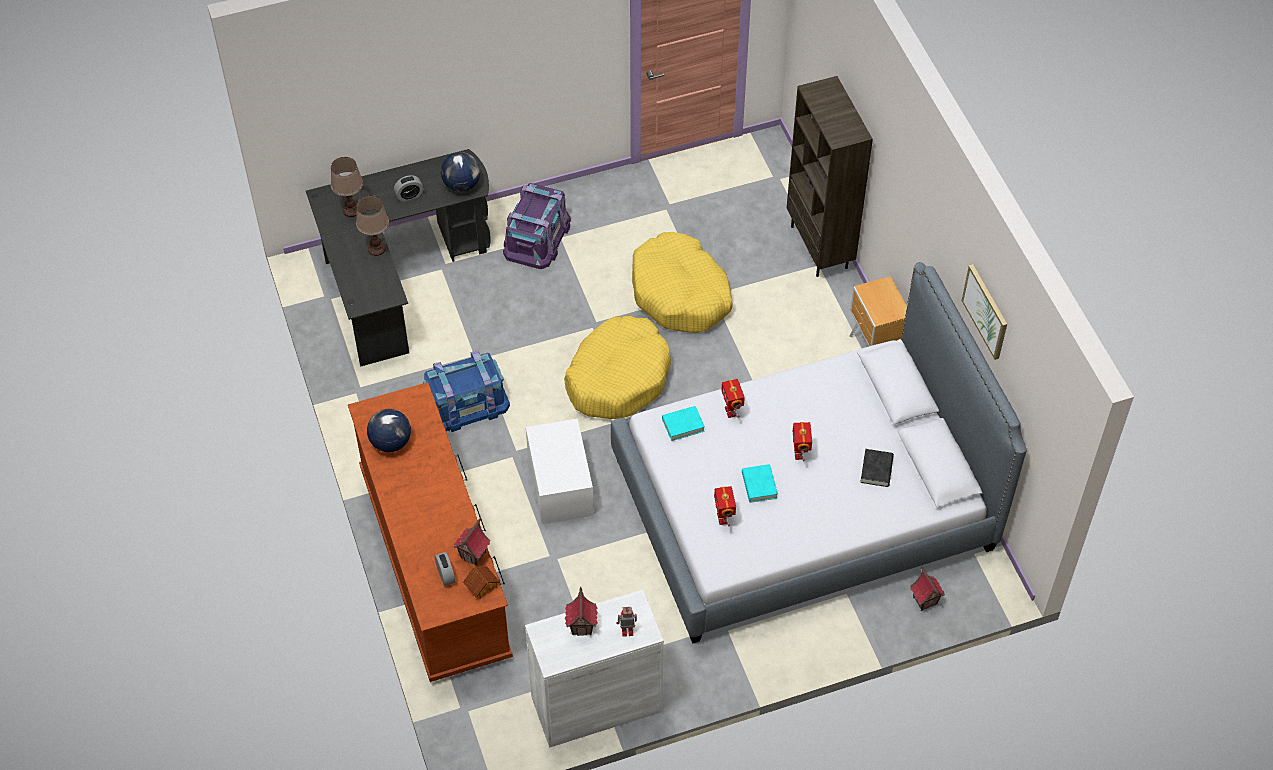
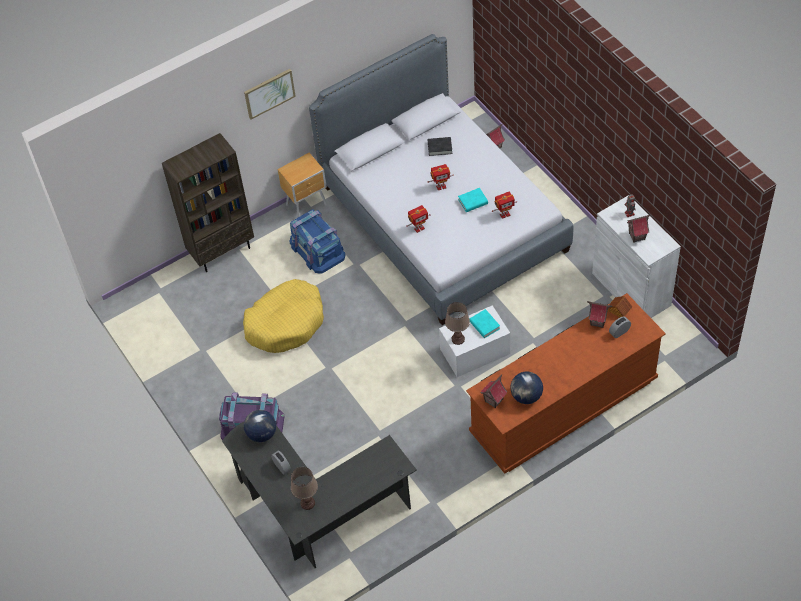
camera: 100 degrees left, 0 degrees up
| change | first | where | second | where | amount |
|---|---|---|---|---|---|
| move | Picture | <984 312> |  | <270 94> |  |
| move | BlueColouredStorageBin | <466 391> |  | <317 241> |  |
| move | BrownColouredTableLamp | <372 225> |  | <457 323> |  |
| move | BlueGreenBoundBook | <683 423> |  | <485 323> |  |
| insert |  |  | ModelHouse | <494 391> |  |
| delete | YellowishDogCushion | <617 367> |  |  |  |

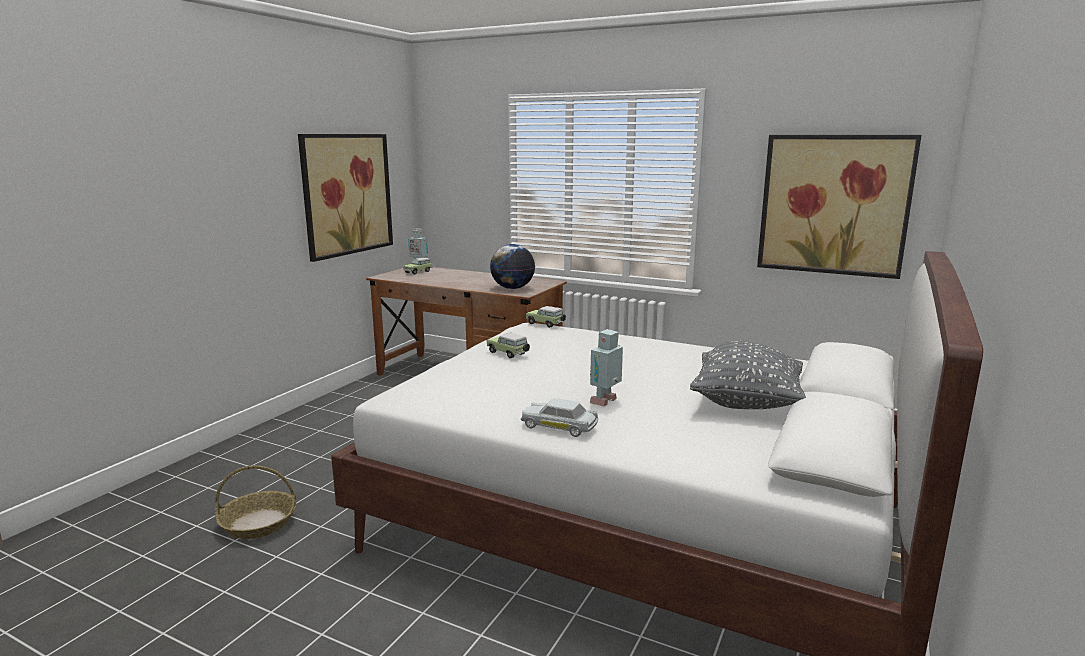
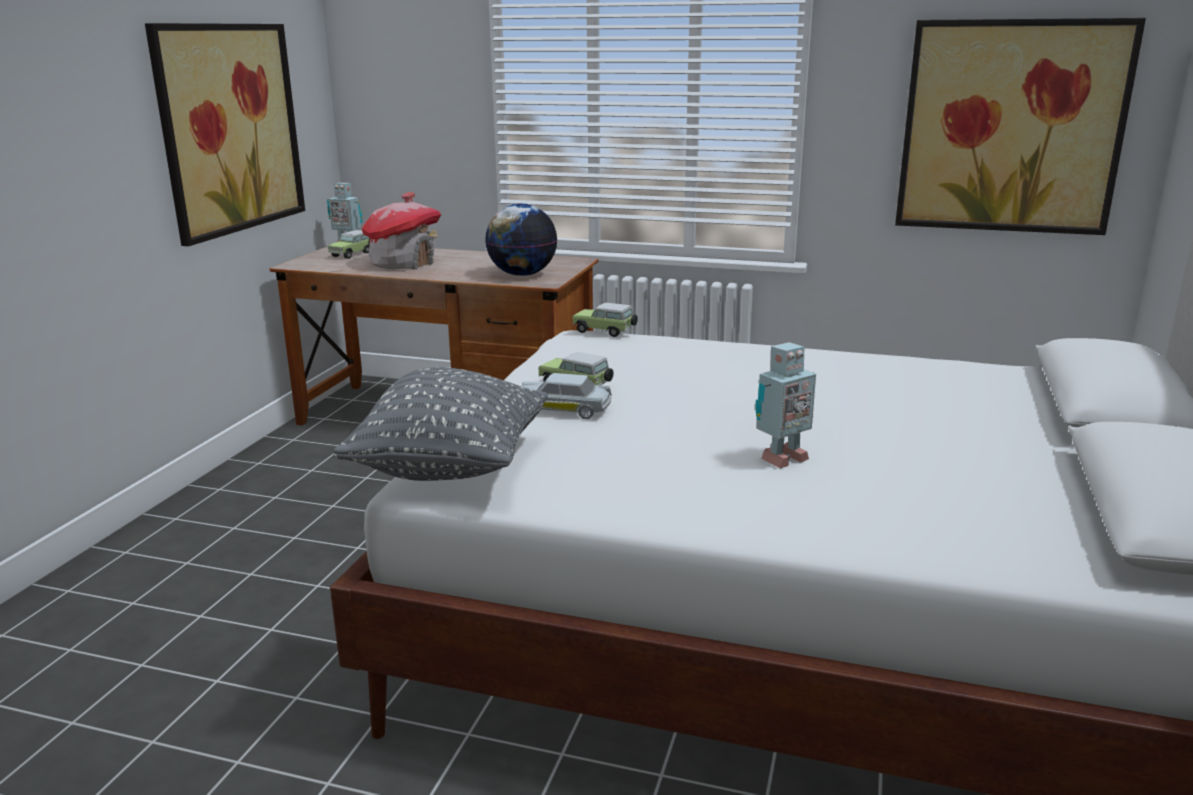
camera: 10 degrees left, 5 degrees up
| change | first | where | second | where | amount |
|---|---|---|---|---|---|
| move | GreyishCushion | <748 375> |  | <440 424> |  |
| insert |  |  | ModelHouse | <401 231> |  |
| move | WhiteColouredToyCar | <559 417> |  | <566 396> |  |
| rotate | ModelRobot | <606 368> |  | <785 405> | 150 degrees counterclockwise |
| delete | StorageBasket | <255 502> |  |  |  |

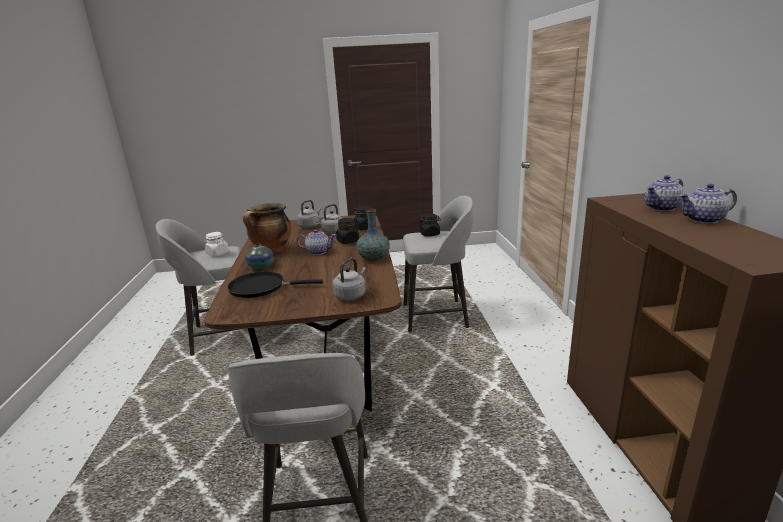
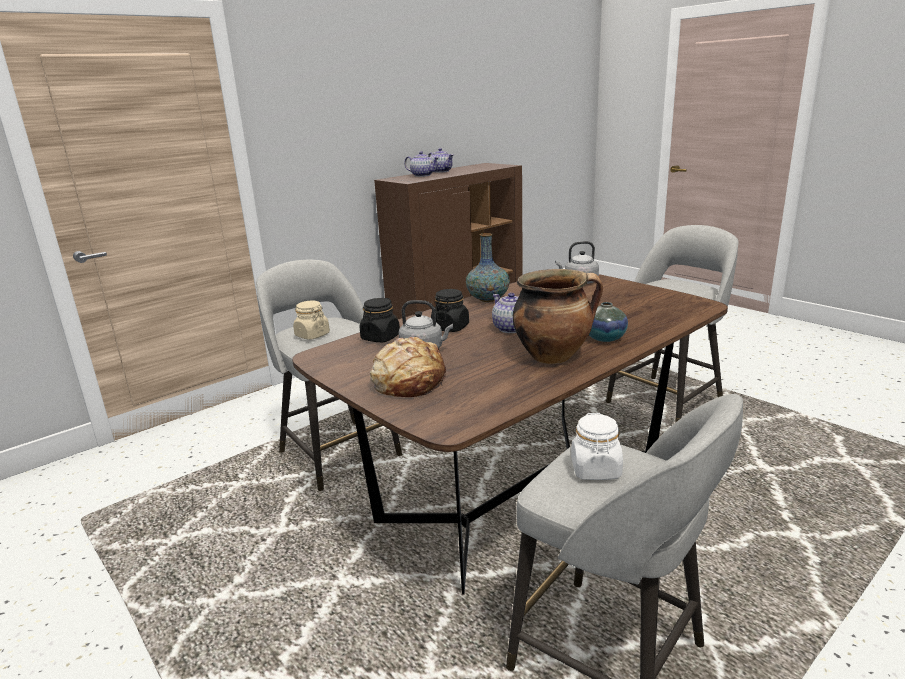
camera: 125 degrees left, 0 degrees up
| change | first | where | second | where | amount |
|---|---|---|---|---|---|
| recolor | BlackishPreserveJar | <430 225> | BeigePreserveJar | <311 320> |  |
| replace | GreyishKettle | <309 214> | BakeryBread | <408 367> |  |
| delete | BlackishSkillet | <275 284> |  |  |  |

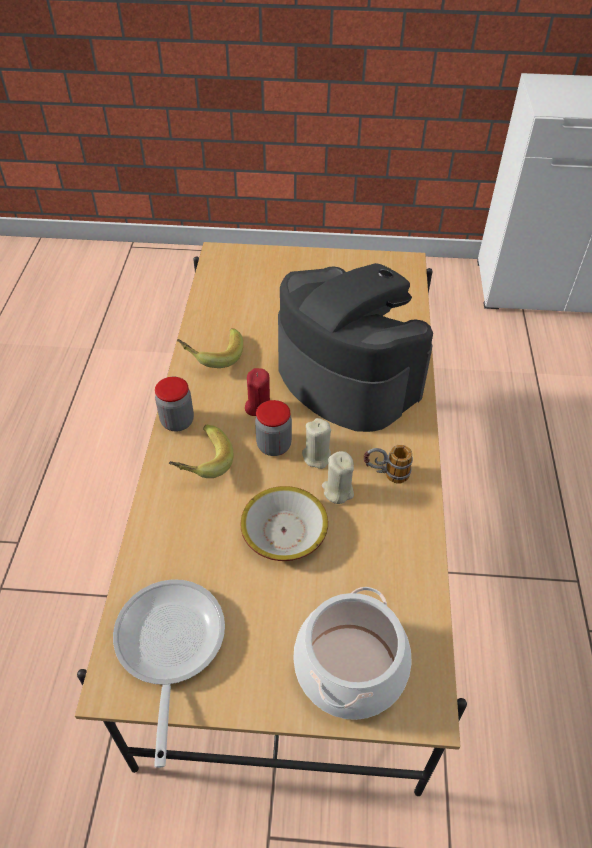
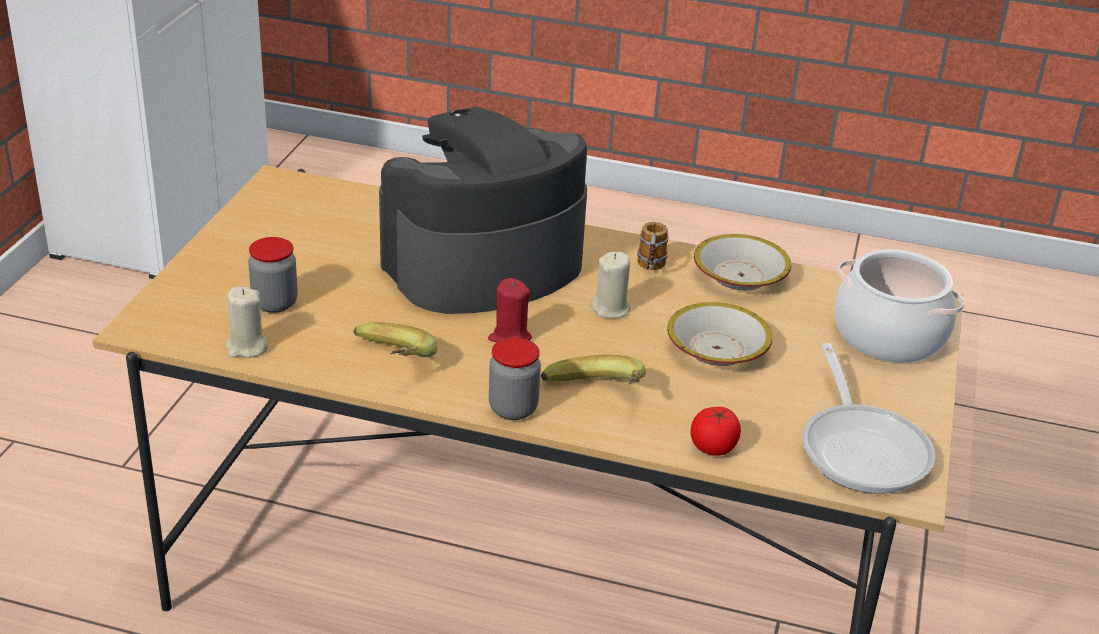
camera: 80 degrees left, 15 degrees down
| change | first | where | second | where | amount |
|---|---|---|---|---|---|
| move | BeigeWaxCandle | <338 477> |  | <247 322> |  |
| move | PreserveJar | <273 428> |  | <273 275> |  |
| insert |  |  | WholeTomato | <715 431> |  |
| insert |  |  | DeepDish | <742 262> |  |
| rotate | Skillet | <169 673> |  | <868 418> | 105 degrees counterclockwise |

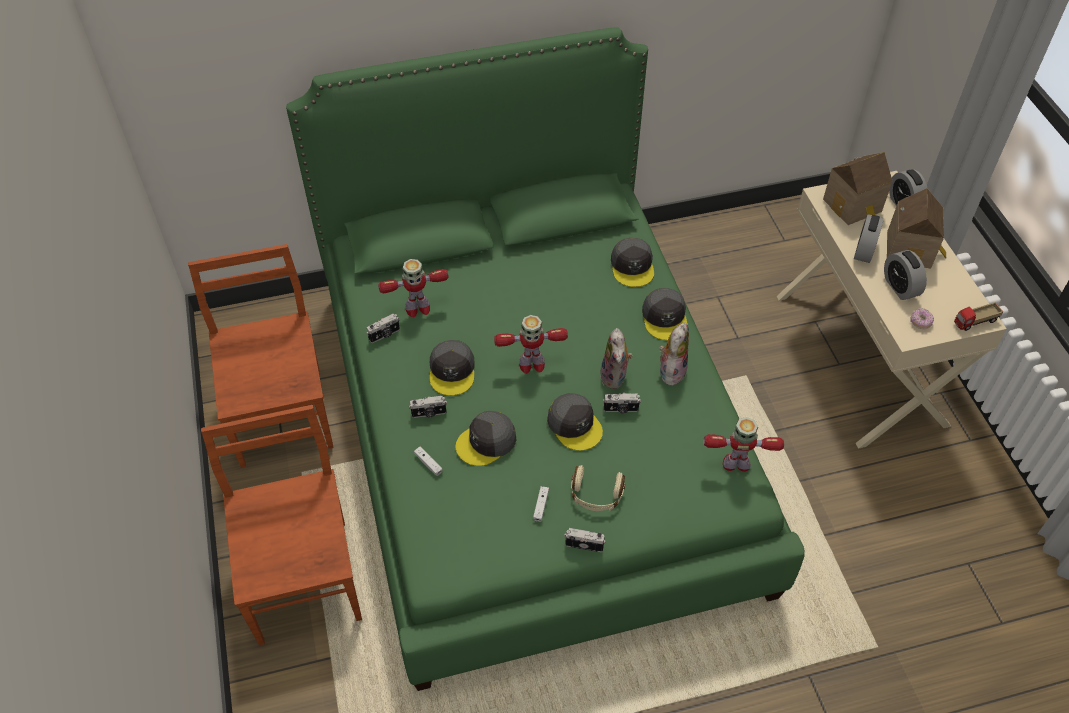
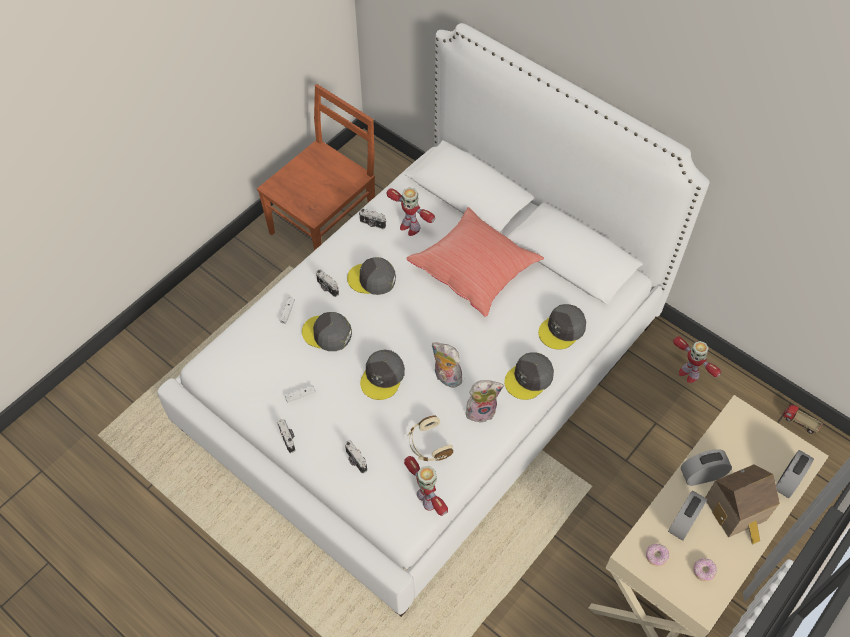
camera: 55 degrees right, 5 degrees up
| change | first | where | second | where | amount |
|---|---|---|---|---|---|
| recolor | GreenColouredSleepingBed | <545 359> | WhiteColouredSleepingBed | <433 320> |  |
| move | PhotoCamera | <622 403> |  | <356 456> |  |
| rotate | GreyishCap | <452 368> |  | <371 276> | 45 degrees clockwise |
| insert |  |  | RedCushion | <475 262> |  |
| move | BeigePairOfHeadphones | <598 488> |  | <430 438> |  |
| rotate | SoftToy | <616 358> |  | <447 365> | 75 degrees clockwise |
| move | ModelRobot | <531 344> |  | <697 359> |  |
| insert |  |  | Donut | <705 570> |  |
| move | ModelTruck | <978 316> |  | <803 419> |  |
| delete | BrownColouredPlainChair | <281 525> |  |  |  |
| delete | ModelHouse | <857 188> |  |  |  |

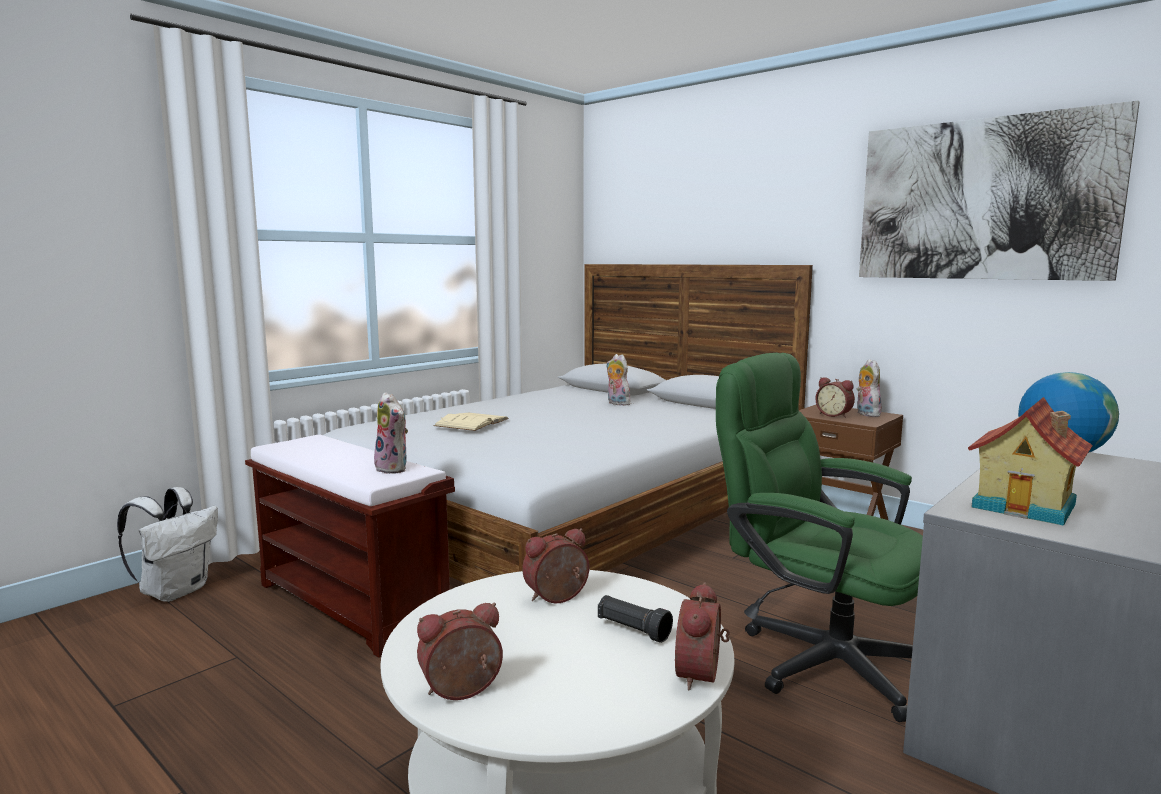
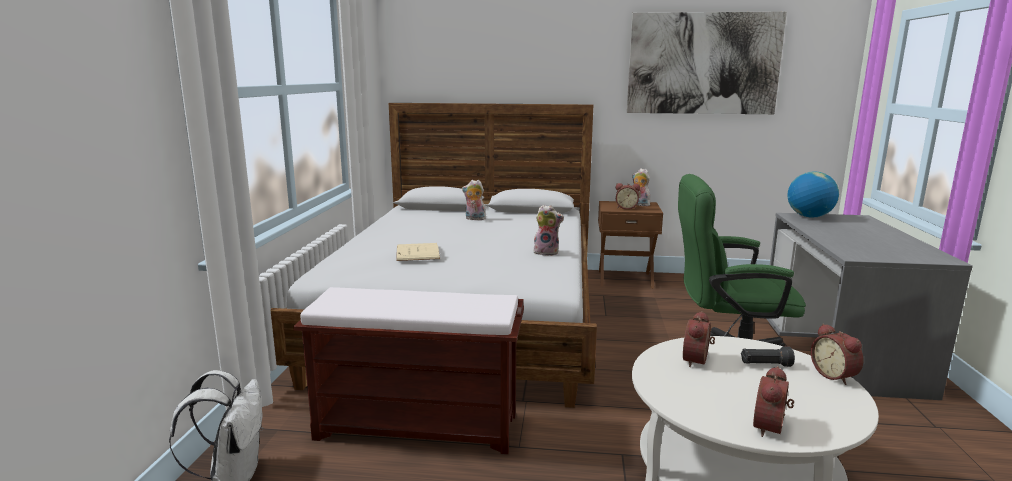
camera: 35 degrees left, 5 degrees up
| change | first | where | second | where | amount |
|---|---|---|---|---|---|
| move | SoftToy | <391 433> |  | <548 230> |  |
| delete | ModelHouse | <1030 461> |  |  |  |

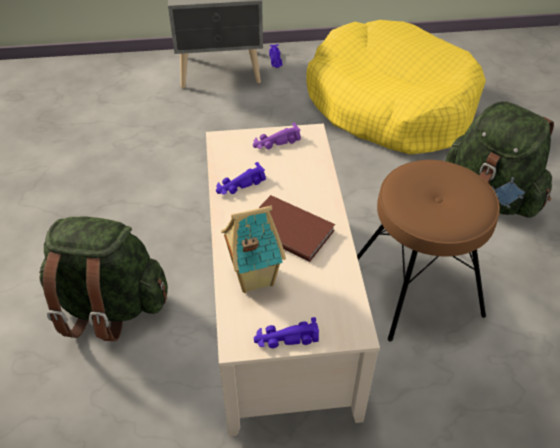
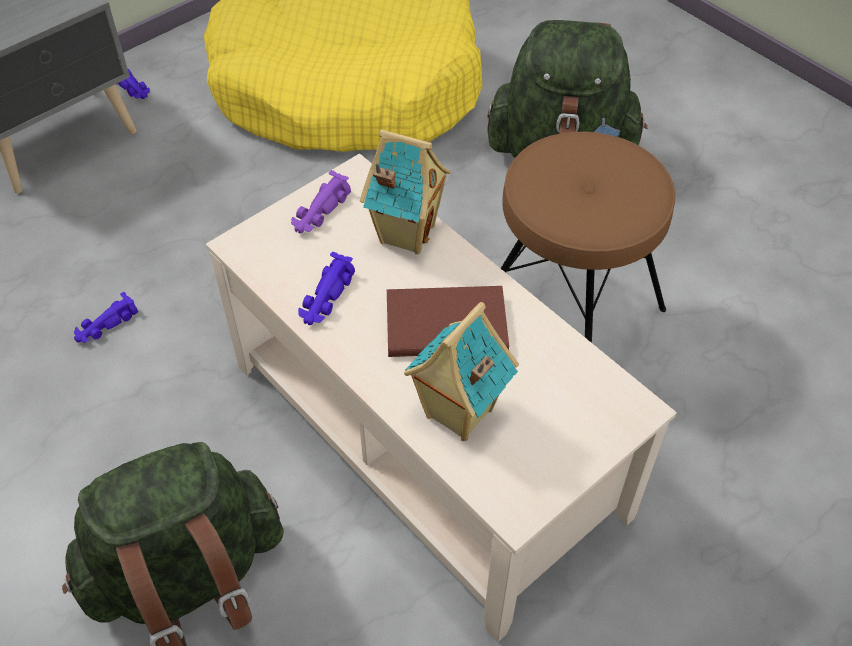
camera: 35 degrees left, 5 degrees up
| change | first | where | second | where | amount |
|---|---|---|---|---|---|
| move | PurplishToyCar | <286 332> |  | <106 317> |  |
| insert |  |  | ModelHouse | <405 191> |  |

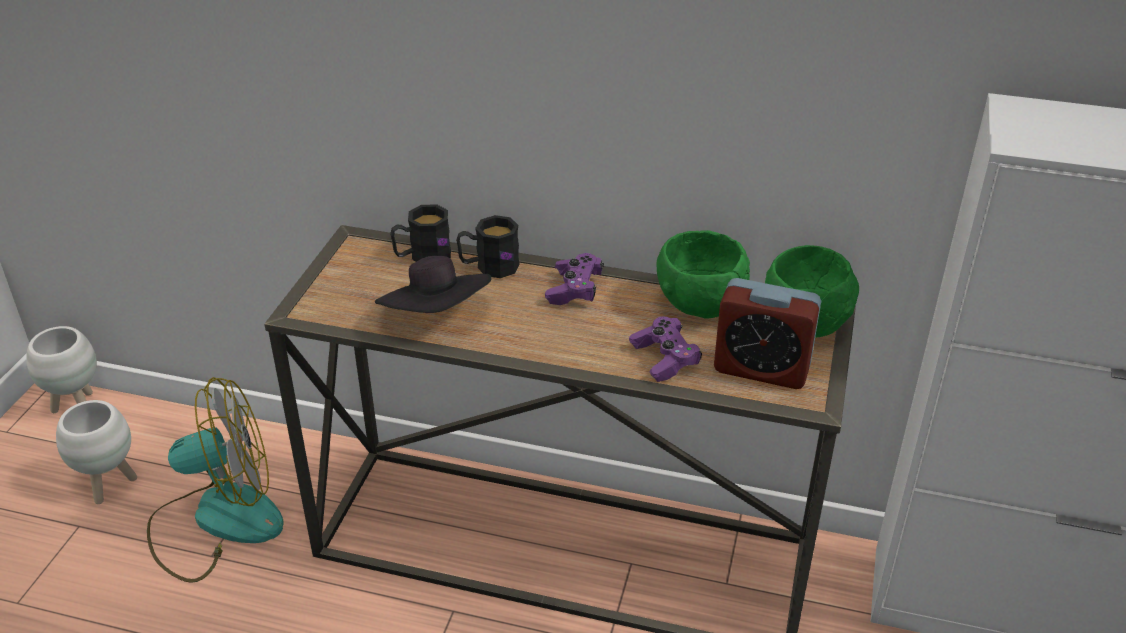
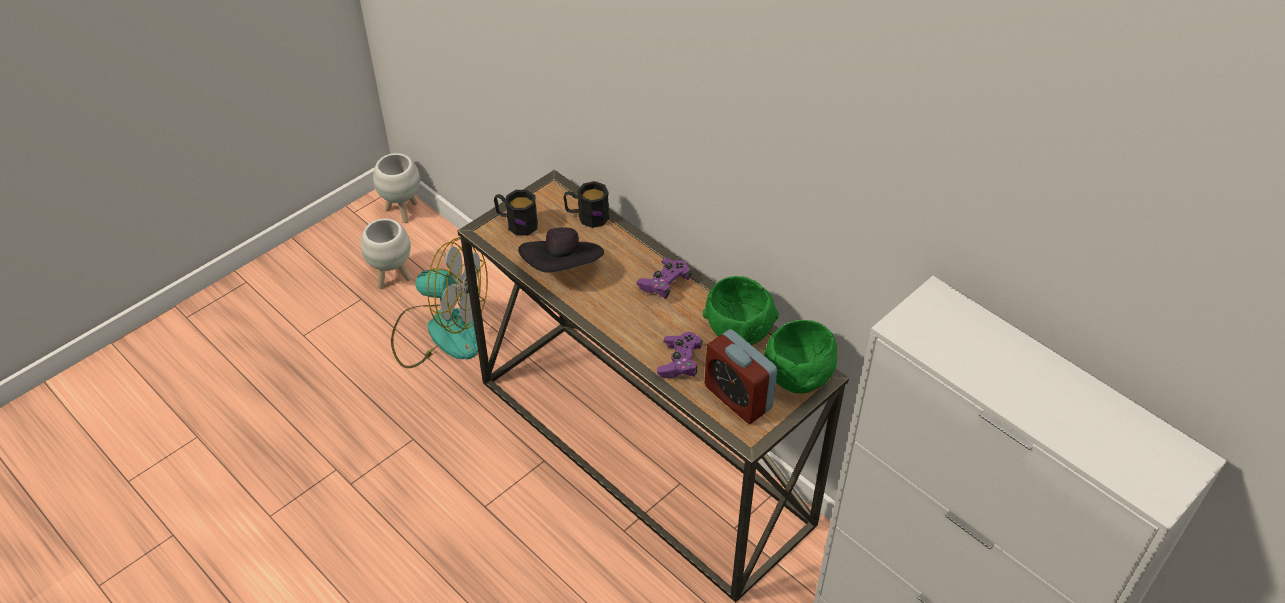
camera: 30 degrees right, 10 degrees up
| change | first | where | second | where | amount |
|---|---|---|---|---|---|
| move | BlackishMug | <488 246> |  | <516 212> |  |

